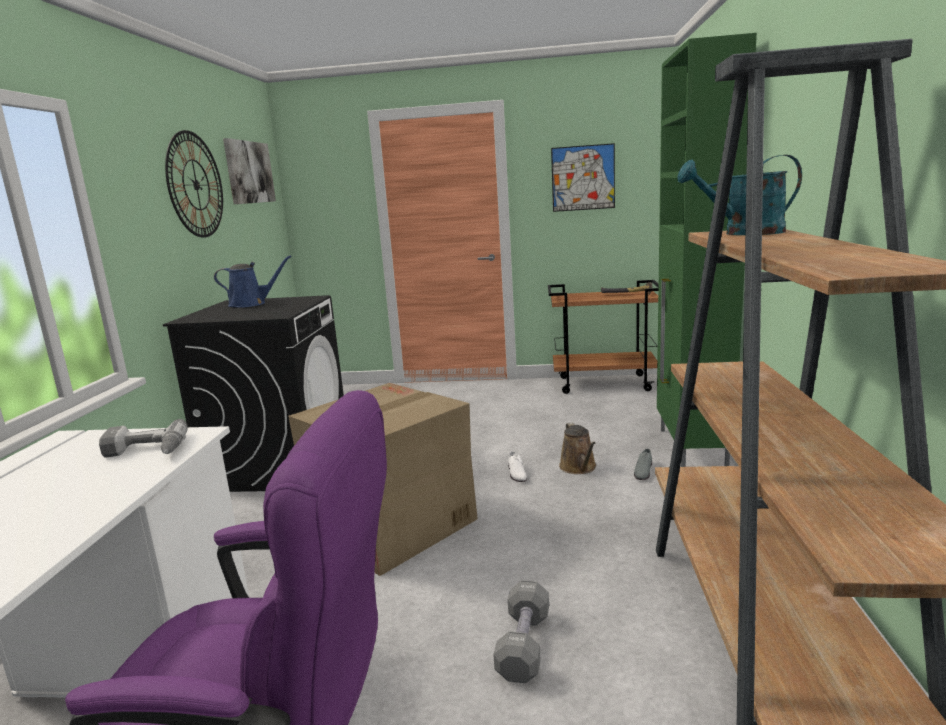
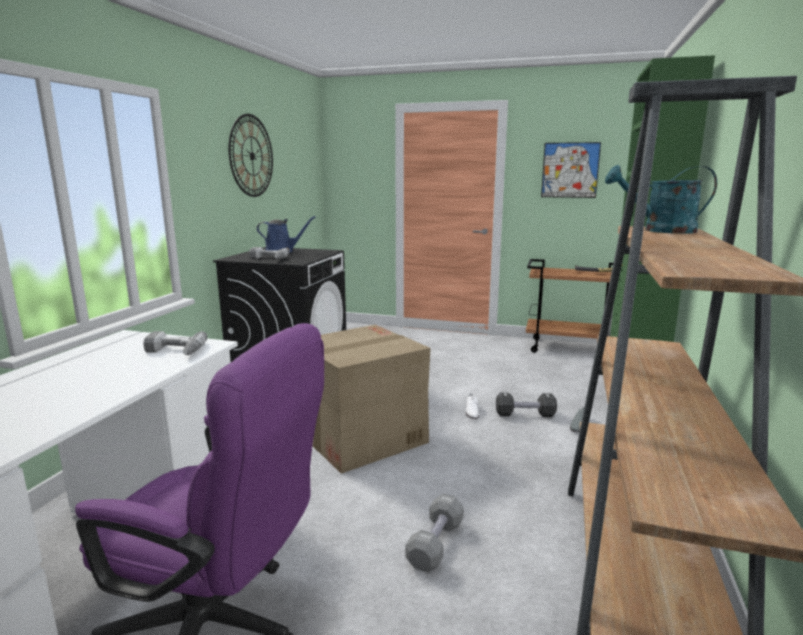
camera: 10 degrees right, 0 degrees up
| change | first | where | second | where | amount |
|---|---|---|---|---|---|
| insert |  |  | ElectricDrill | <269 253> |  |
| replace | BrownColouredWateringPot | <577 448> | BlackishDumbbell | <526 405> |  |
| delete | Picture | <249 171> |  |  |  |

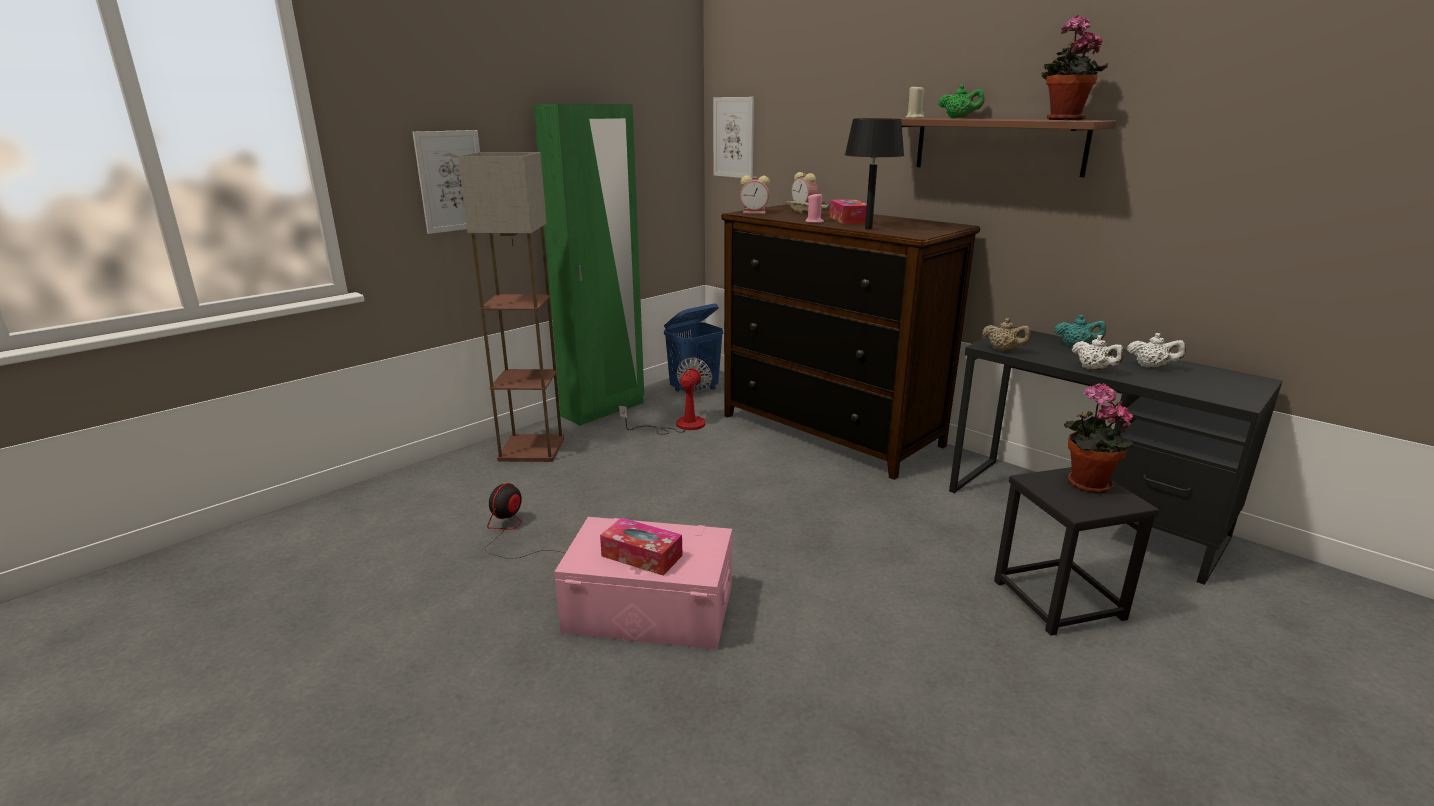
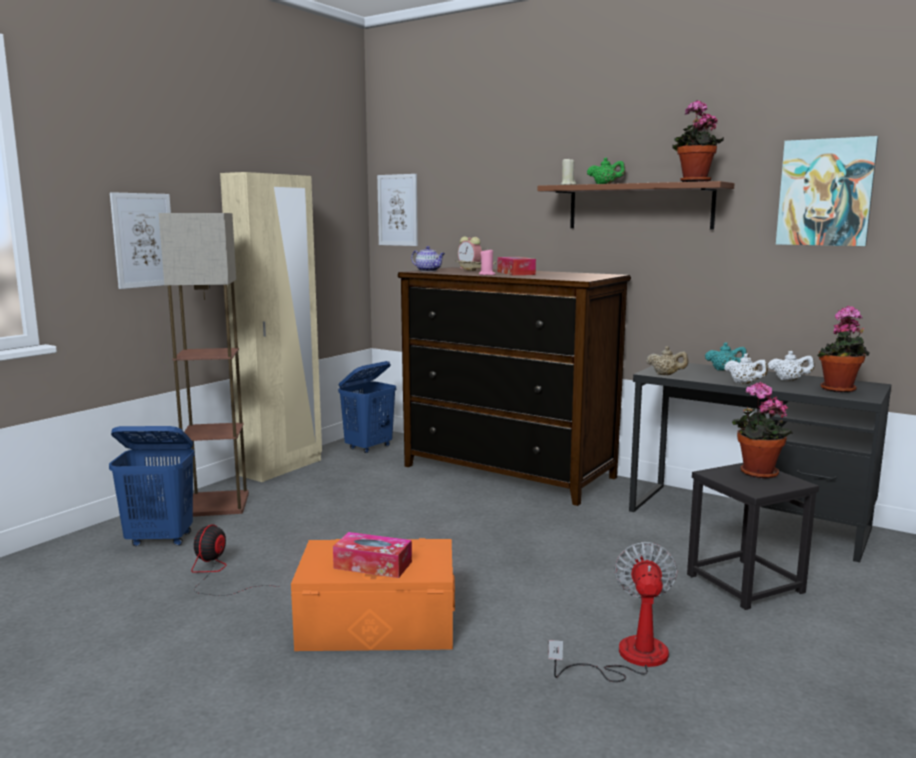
camera: 10 degrees left, 10 degrees down
| change | first | where | second | where | amount |
|---|---|---|---|---|---|
| insert |  |  | BlueColouredHamper | <152 486> |  |
| recolor | GreenColouredClothesCupboard | <588 265> | BeigeClothesCupboard | <271 327> |  |
| recolor | PinkishStorageBin | <643 583> | OrangeStorageBin | <373 594> |  |
| replace | AlarmClock | <755 194> | TeaPot | <428 259> |  |
| move | CoolingFan | <665 396> |  | <612 612> |  |
| insert |  |  | Picture | <827 191> |  |
| insert |  |  | Houseplant | <843 349> |  |
| delete | BlackishTableLamp | <874 173> |  |  |  |

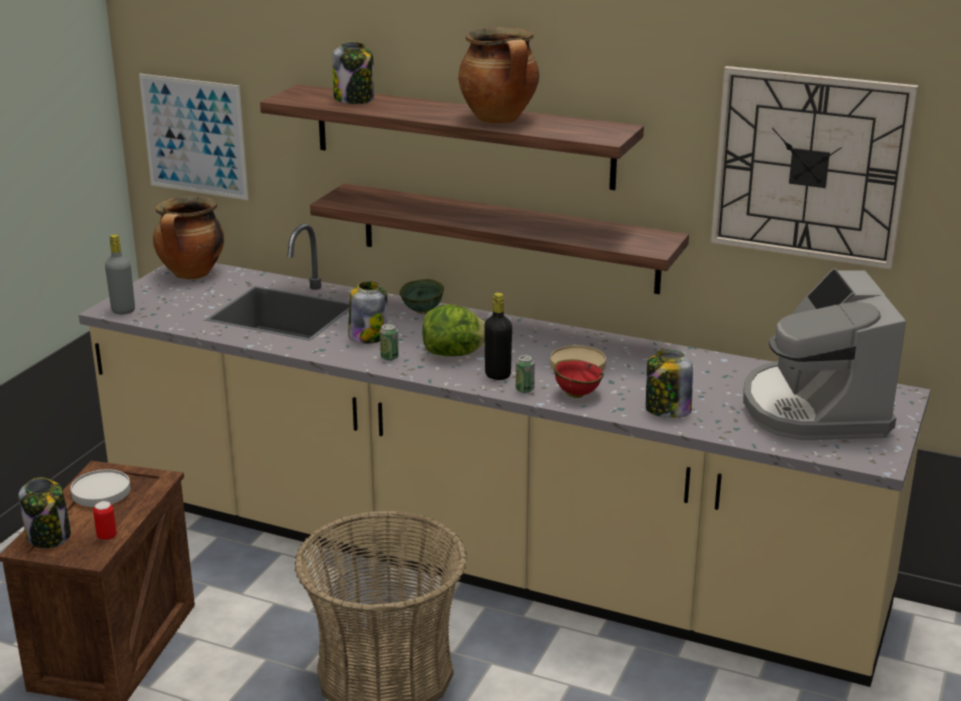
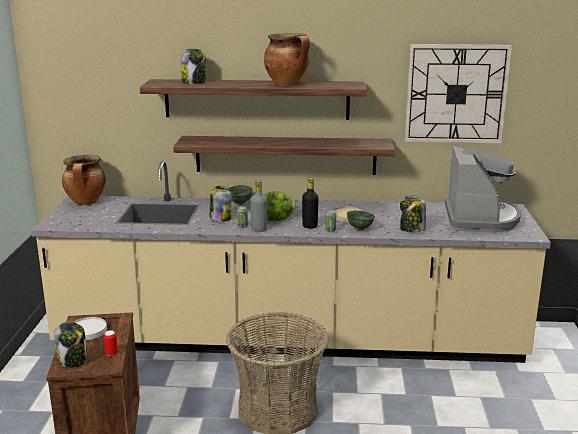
camera: 20 degrees left, 5 degrees down
| change | first | where | second | where | amount |
|---|---|---|---|---|---|
| move | GreyishDrinkBottle | <120 274> |  | <258 206> |  |
| recolor | RedDeepDish | <579 378> | GreenColouredDeepDish | <361 221> |  |
| rotate | CoffeeMachine | <824 354> |  | <483 189> | 150 degrees counterclockwise |
| delete | Picture | <193 137> |  |  |  |

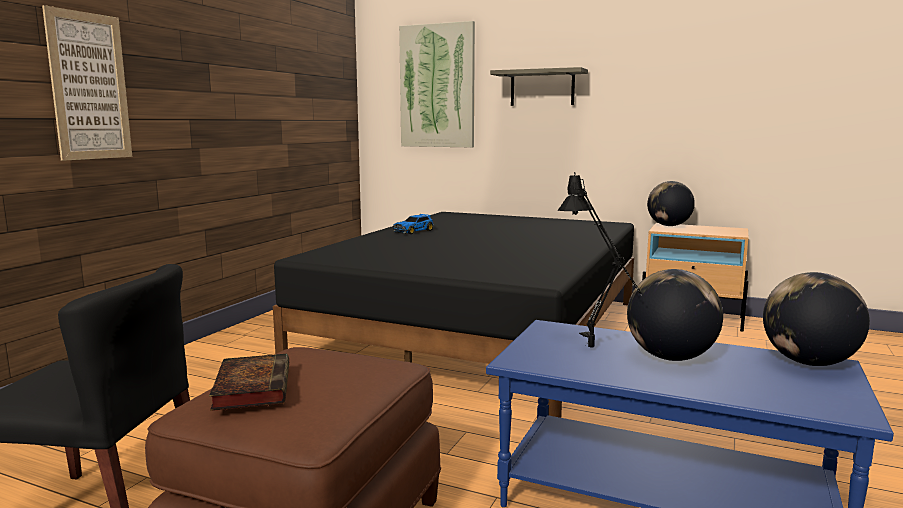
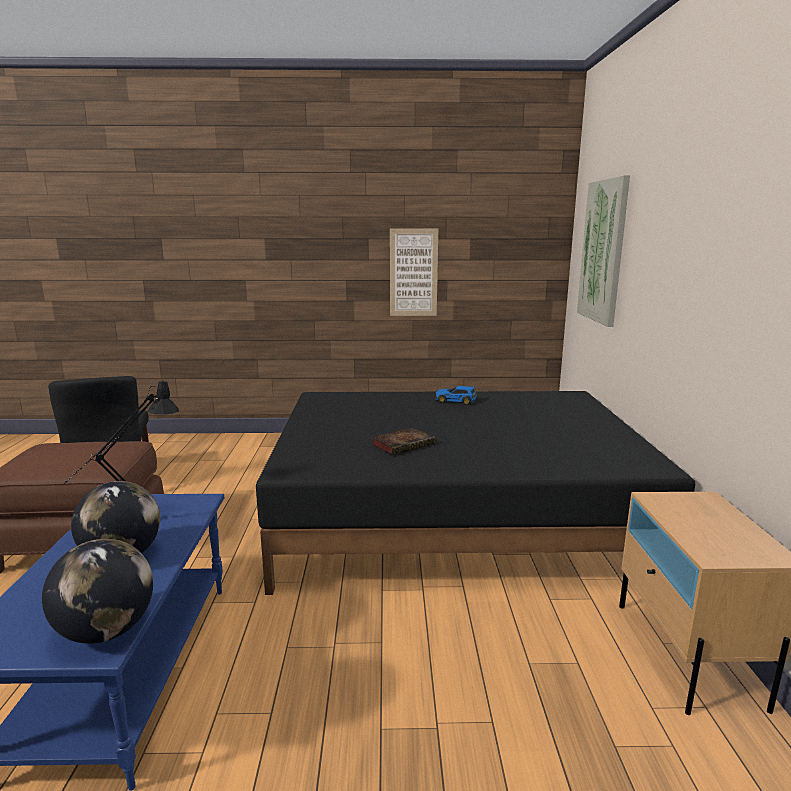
camera: 65 degrees right, 5 degrees up
| change | first | where | second | where | amount |
|---|---|---|---|---|---|
| move | BoundBook | <249 382> |  | <403 441> |  |
| move | Picture | <87 83> |  | <414 272> |  |
| delete | WallShelf | <539 86> |  |  |  |
| delete | WorldGlobe | <671 203> |  |  |  |

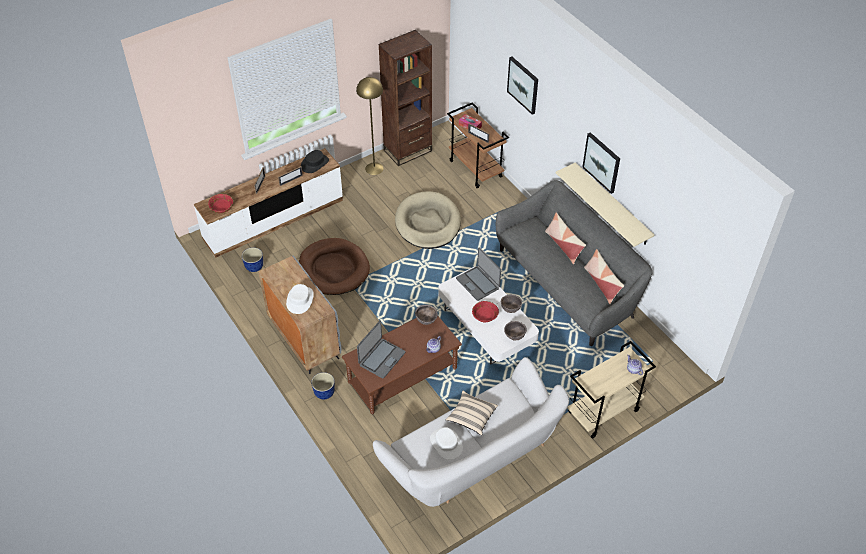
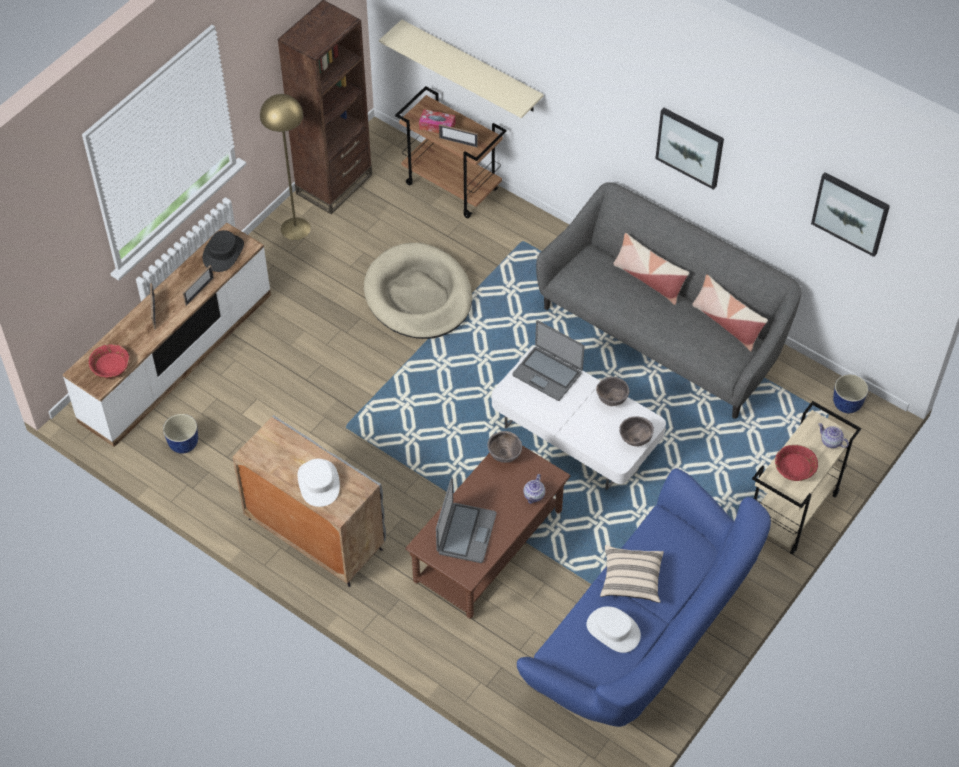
camera: 20 degrees left, 5 degrees up
| change | first | where | second | where | amount |
|---|---|---|---|---|---|
| move | BeigeWallShelf | <605 204> |  | <461 68> |  |
| recolor | WhiteColouredSofa | <471 432> | BlueColouredSofa | <644 597> |  |
| move | RedDeepDish | <485 311> |  | <796 463> |  |
| move | Picture | <522 86> |  | <850 214> |  |
| move | FlowerPot | <323 386> |  | <850 393> |  |
| delete | BrownColouredDogCushion | <334 266> |  |  |  |

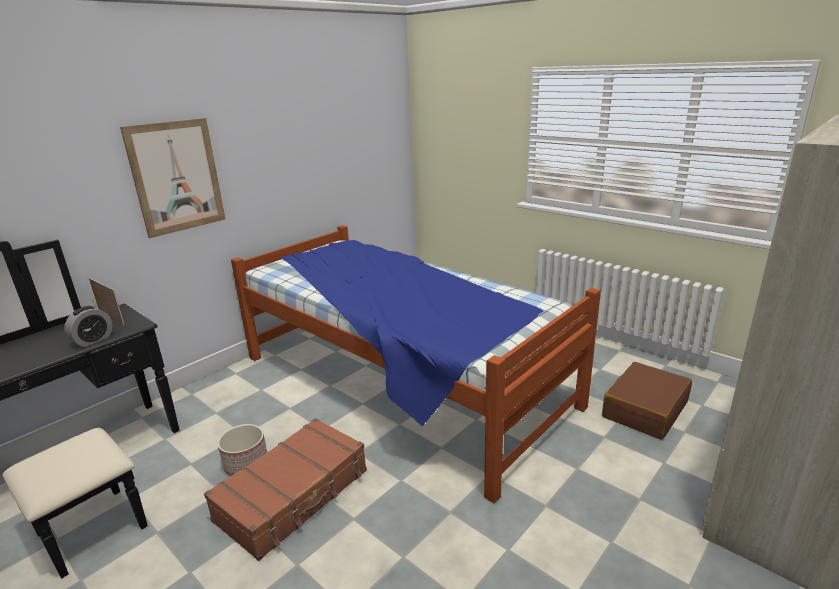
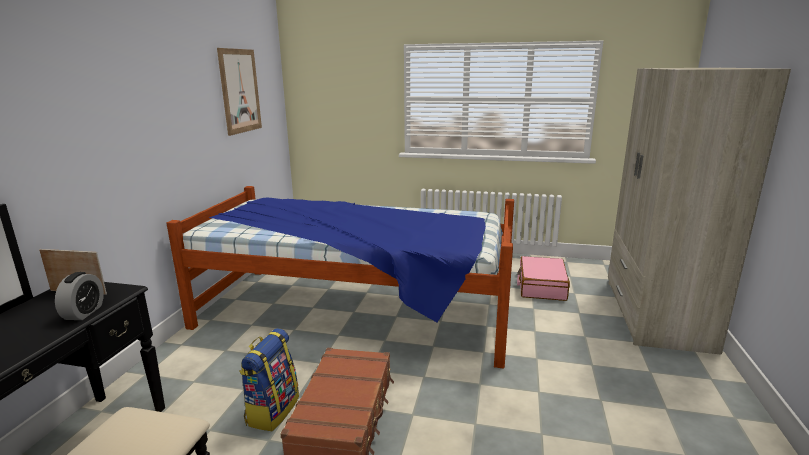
camera: 30 degrees left, 5 degrees down
| change | first | where | second | where | amount |
|---|---|---|---|---|---|
| move | Picture | <172 178> |  | <239 92> |  |
| replace | FlowerPot | <242 450> | Knapsack | <269 379> |  |
| recolor | BrownColouredSuitcase | <647 401> | PinkishSuitcase | <543 278> |  |

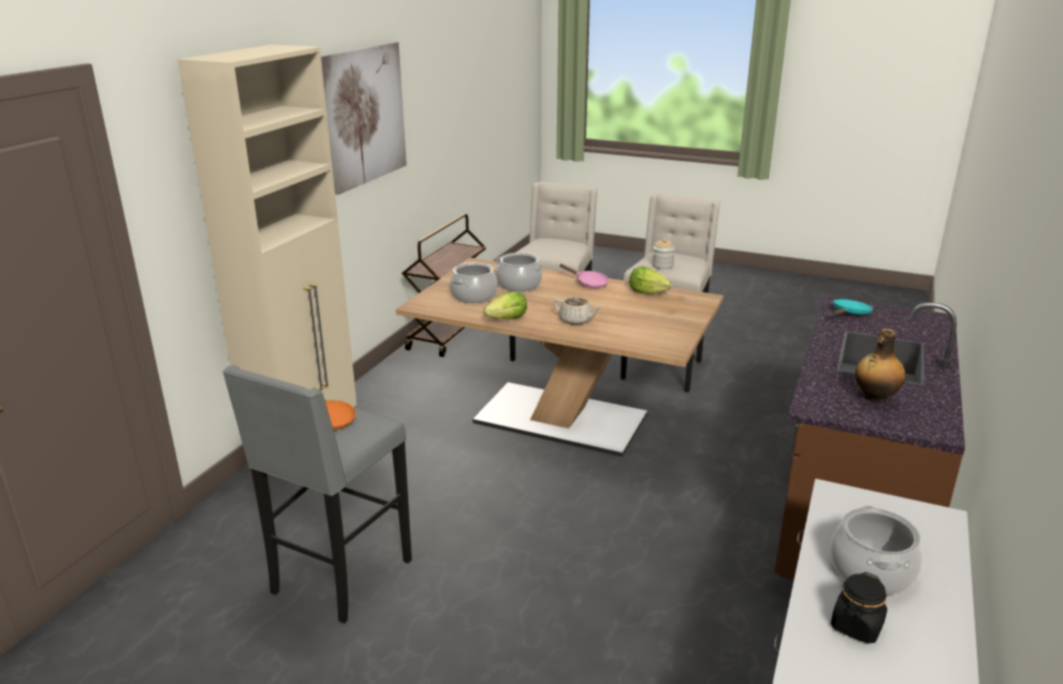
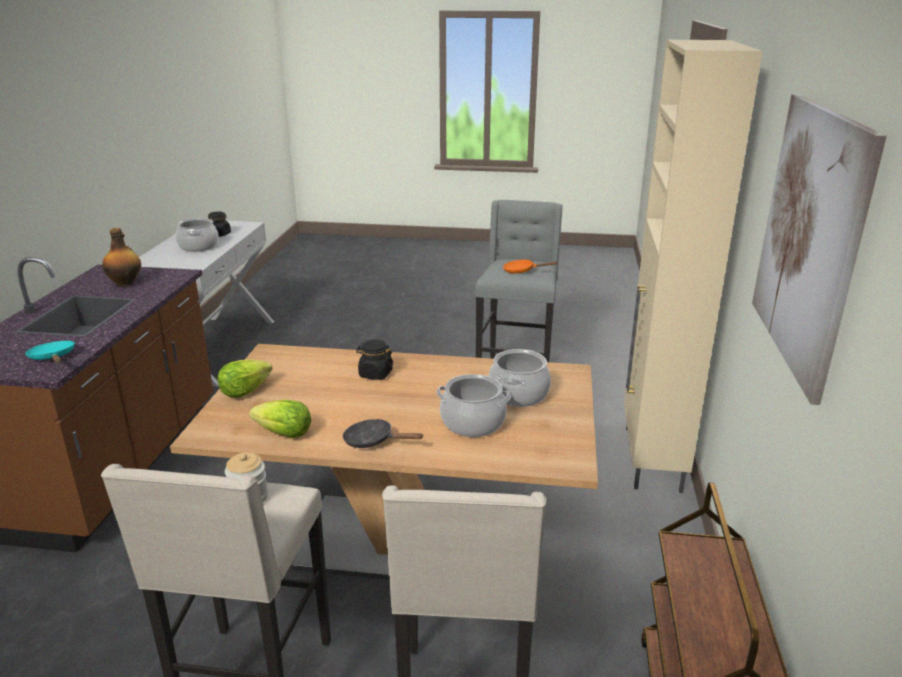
camera: 165 degrees right, 0 degrees up
| change | first | where | second | where | amount |
|---|---|---|---|---|---|
| rotate | BlueGreenSkillet | <853 307> |  | <50 352> | 120 degrees clockwise |
| move | HeadOfLettuce | <505 305> |  | <245 378> |  |
| recolor | PinkishSkillet | <584 276> | BlackishSkillet | <383 433> |  |
| replace | BeigeTeaPot | <577 310> | BlackishPreserveJar | <375 360> |  |

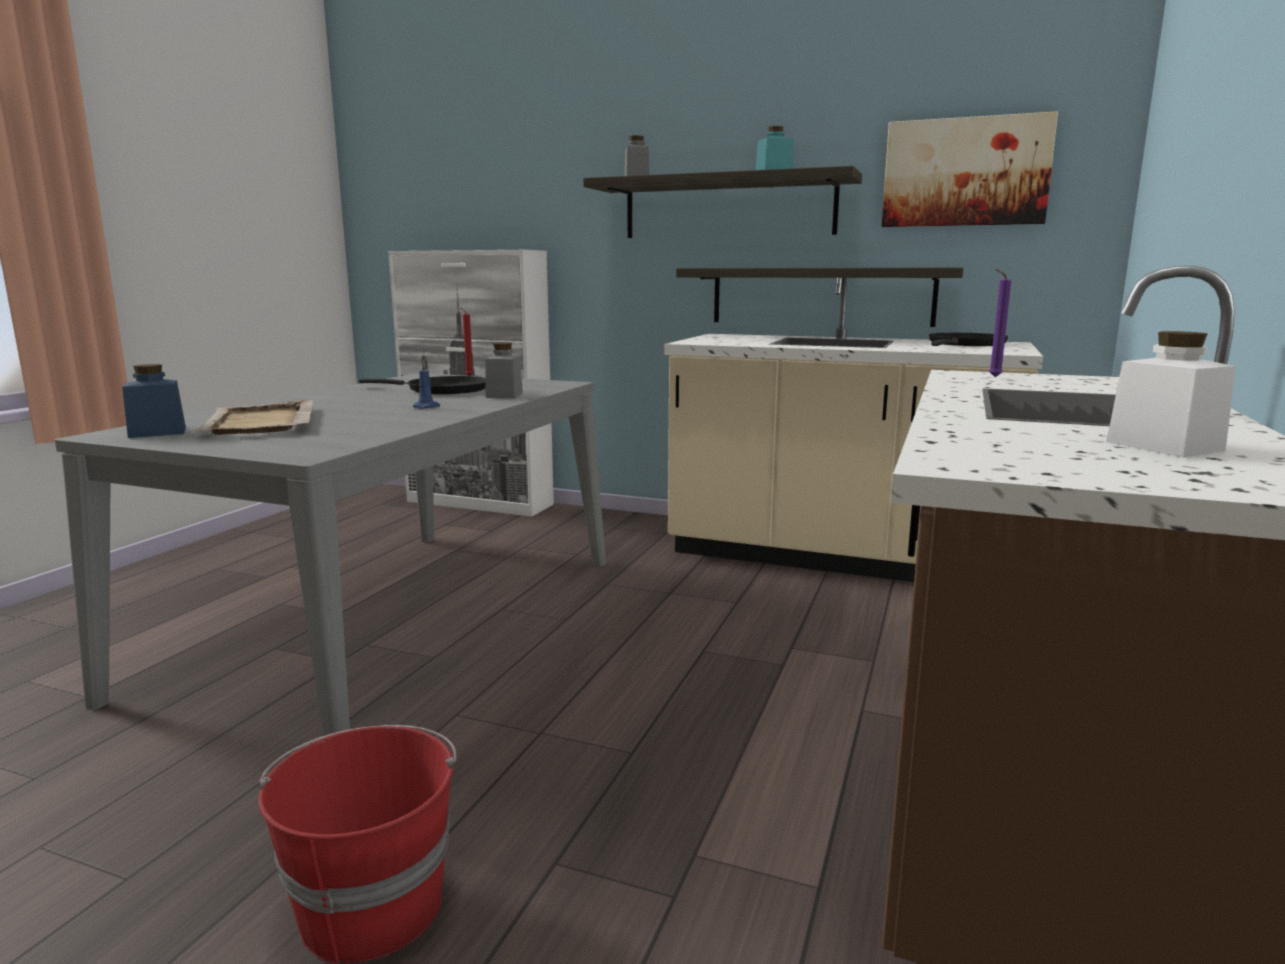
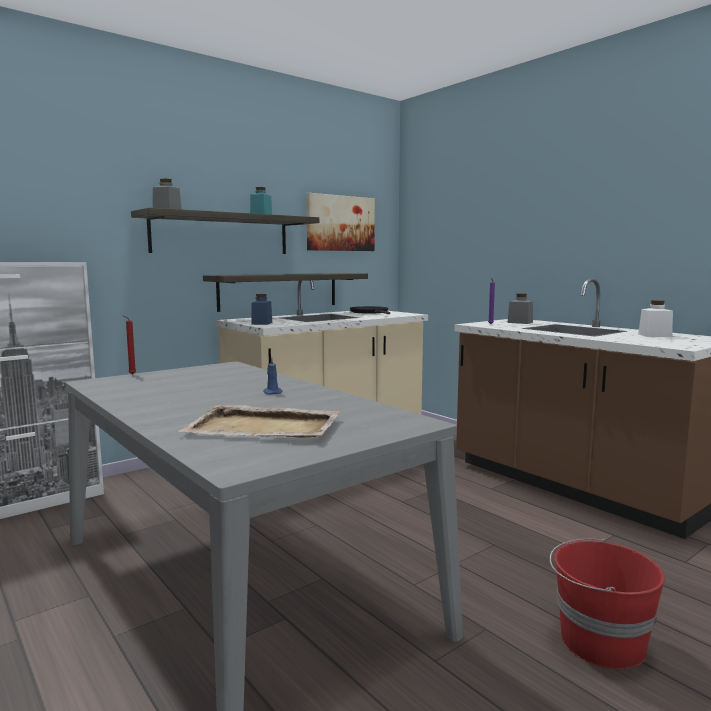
camera: 60 degrees left, 5 degrees down
| change | first | where | second | where | amount |
|---|---|---|---|---|---|
| move | BlueColouredPreserveJar | <154 401> |  | <261 309> |  |
| move | GreyishPreserveJar | <504 370> |  | <520 308> |  |
| delete | BlackishSkillet | <422 385> |  |  |  |

